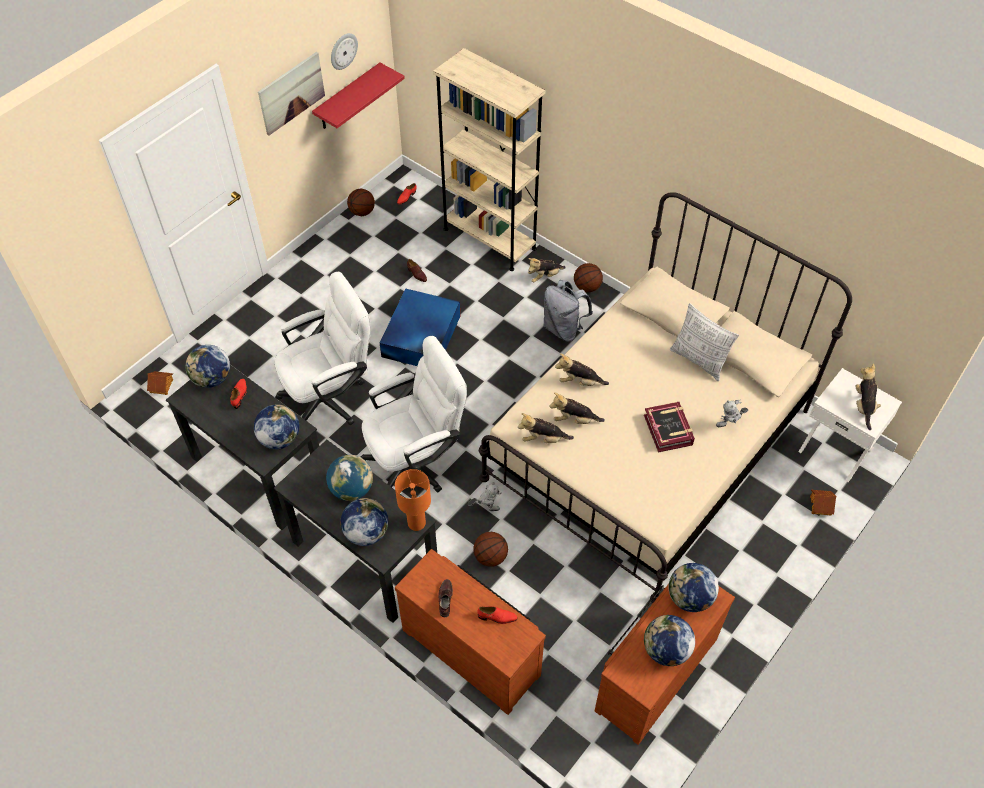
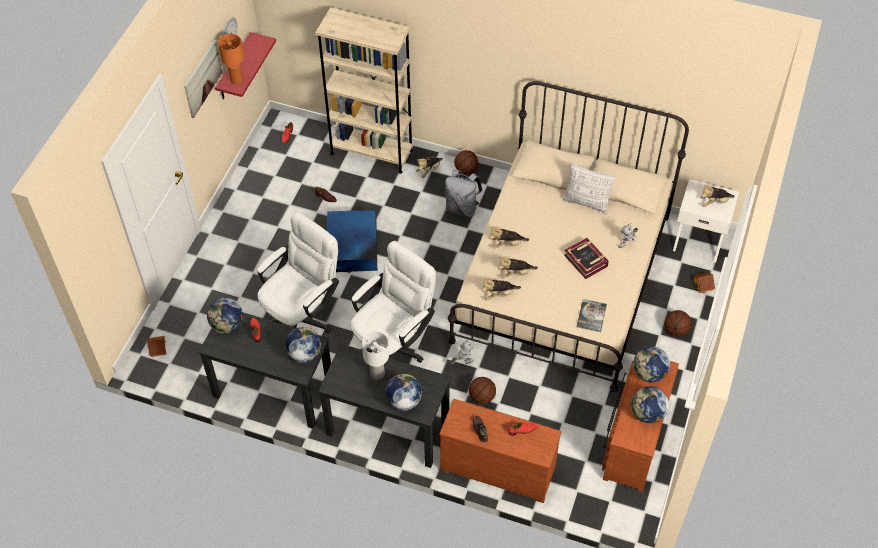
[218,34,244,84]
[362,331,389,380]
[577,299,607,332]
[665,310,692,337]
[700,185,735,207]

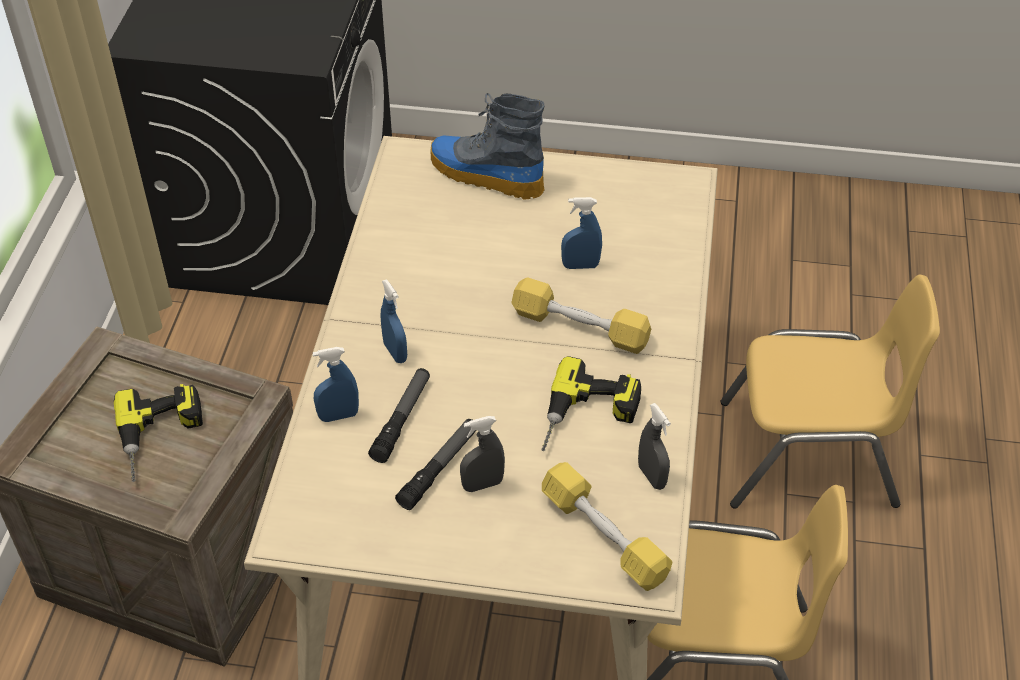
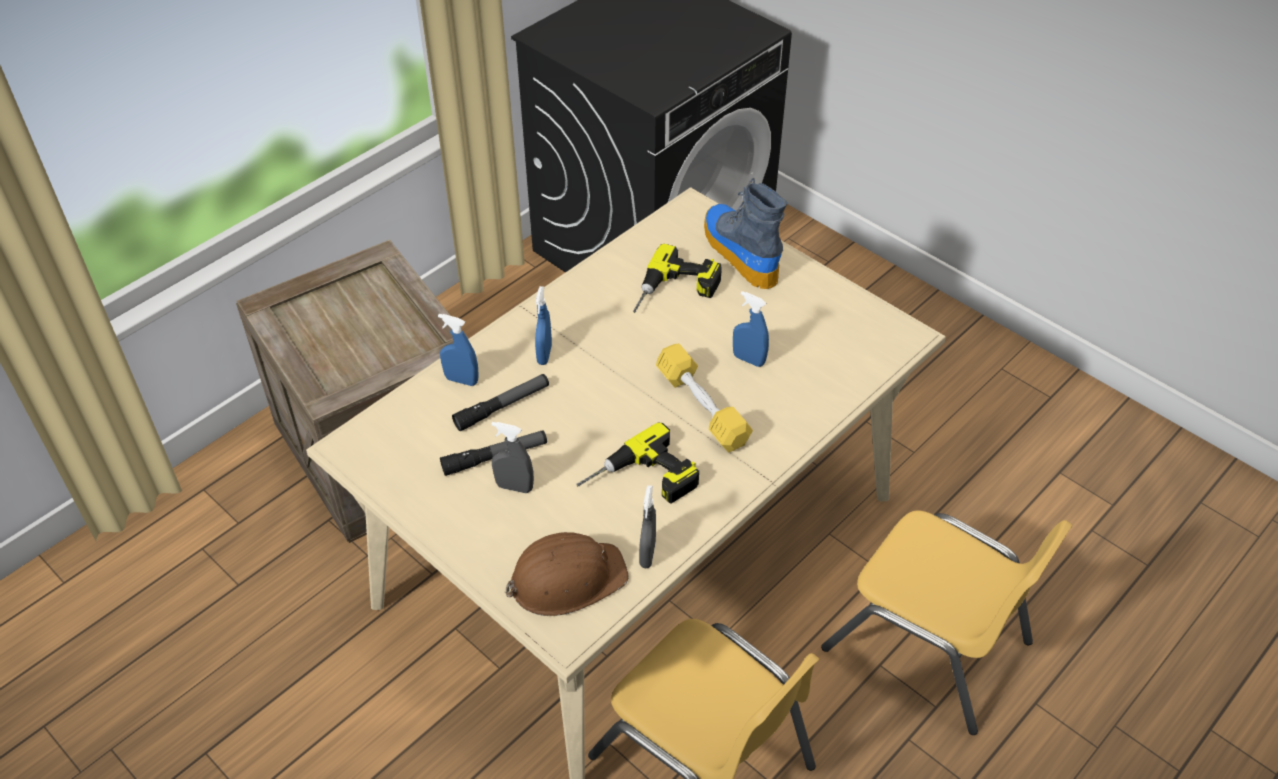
[504,532,629,616]
[633,244,721,313]

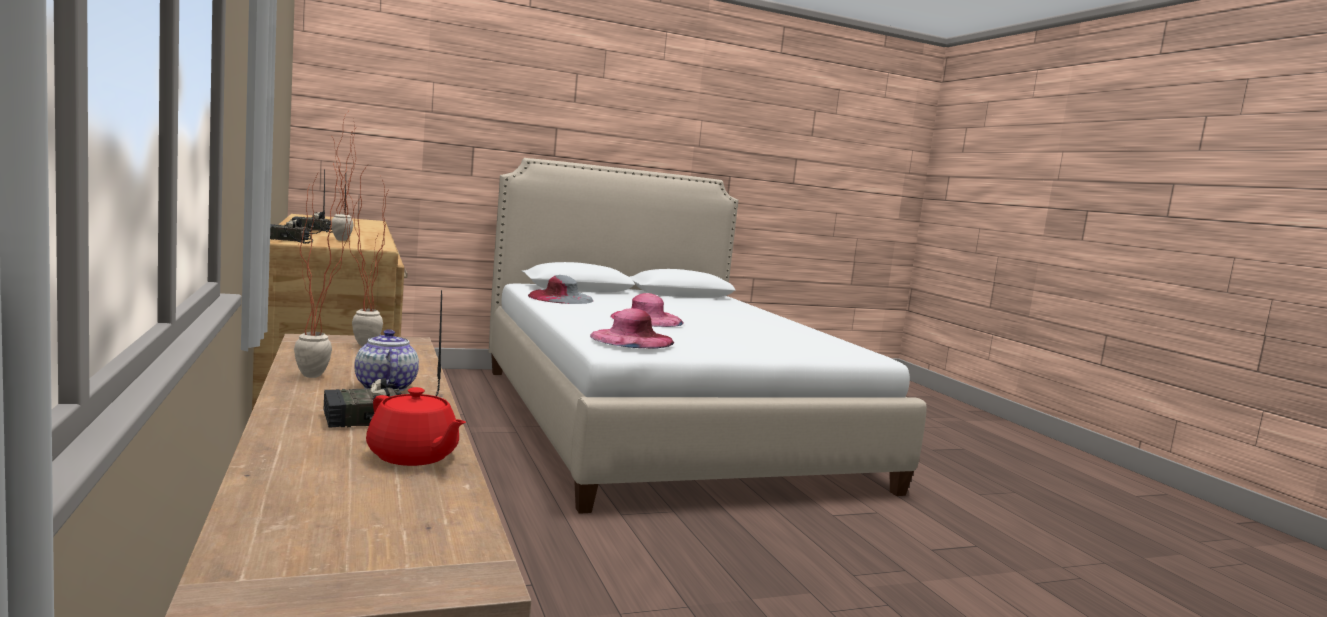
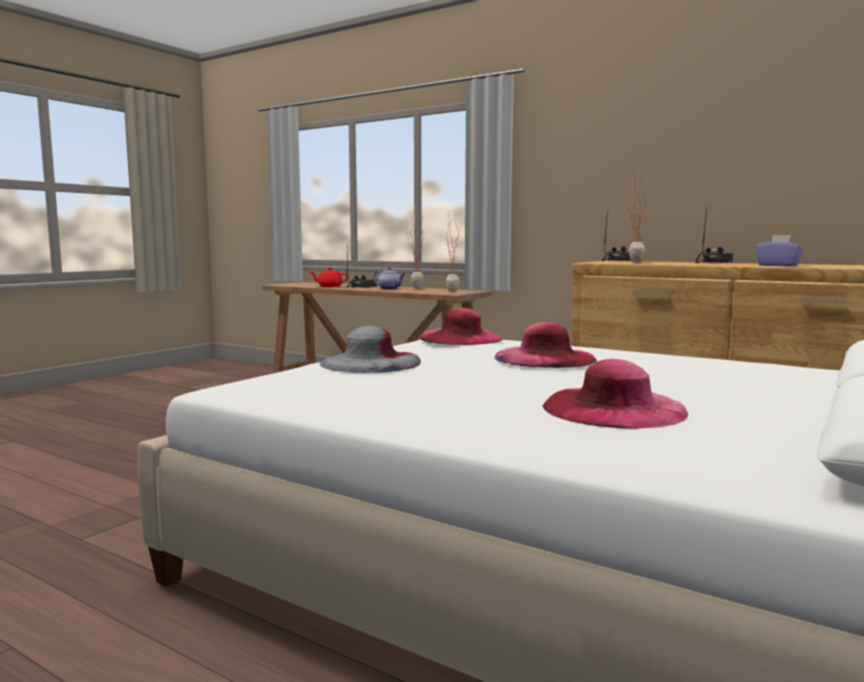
[320,326,421,373]
[543,359,688,429]
[755,235,803,266]

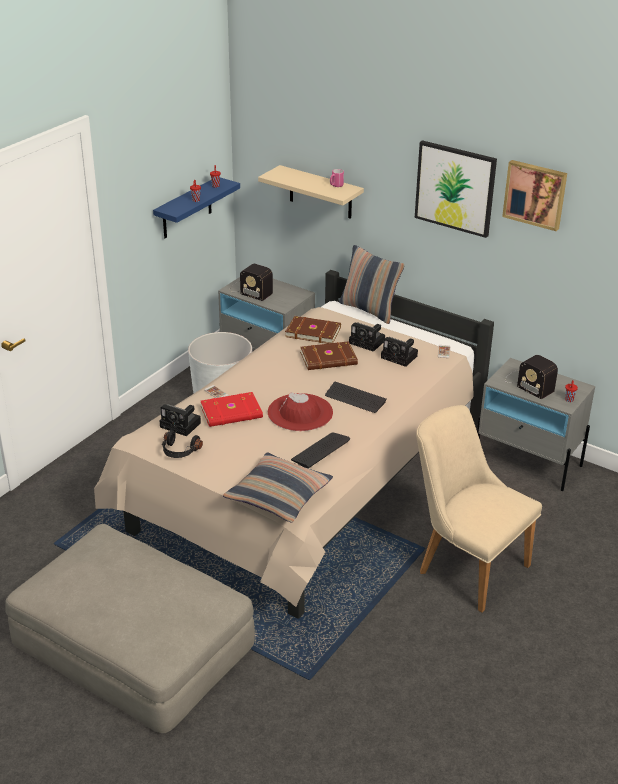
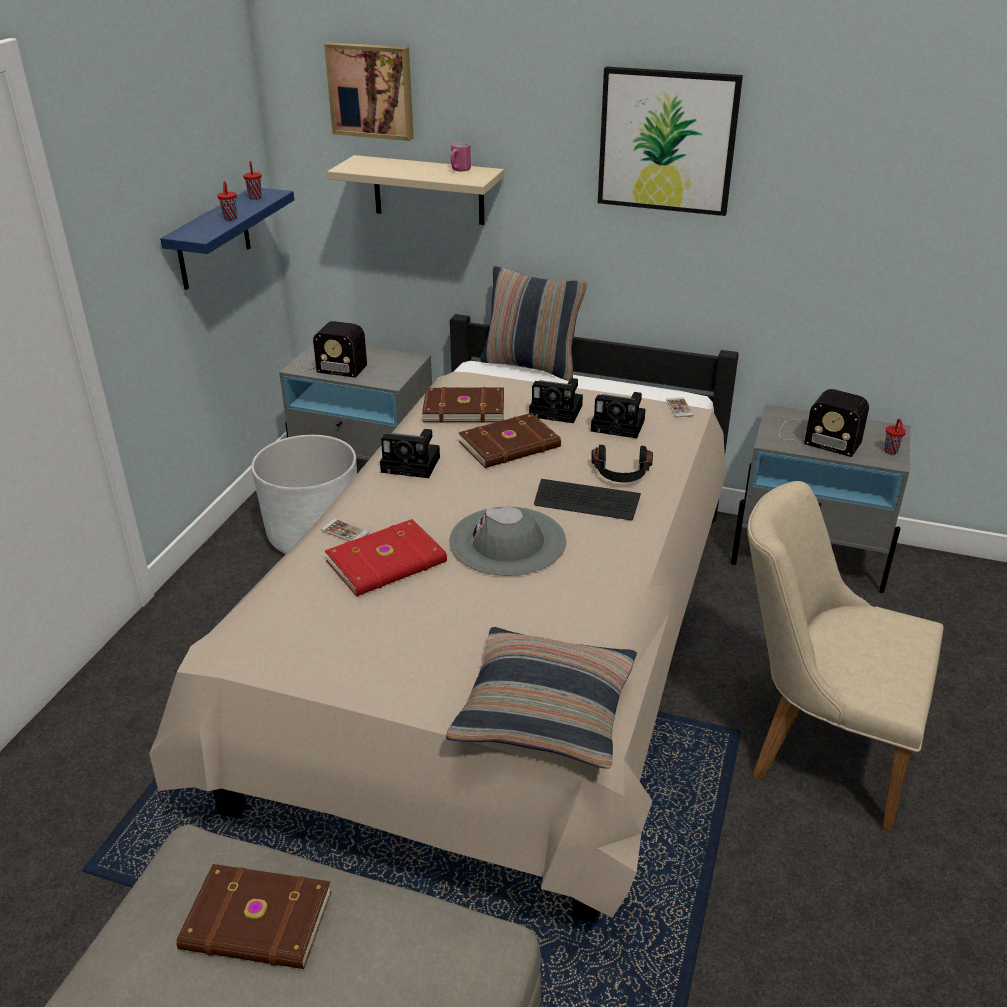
[176,864,332,969]
[324,42,414,141]
[380,429,440,478]
[449,507,566,576]
[591,445,653,482]
[291,433,350,468] (first image)

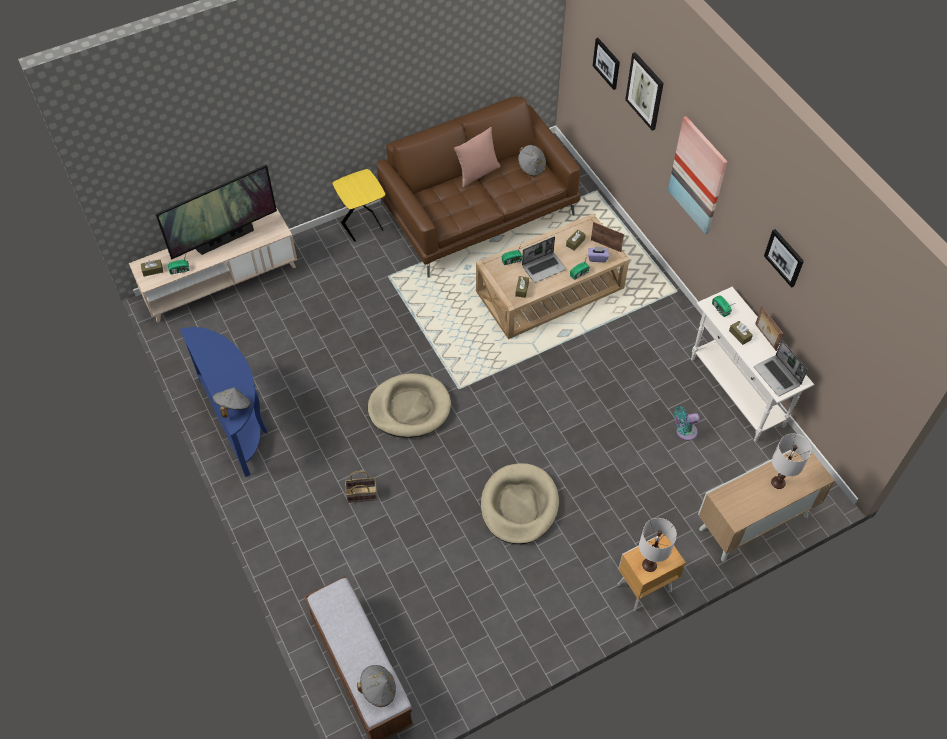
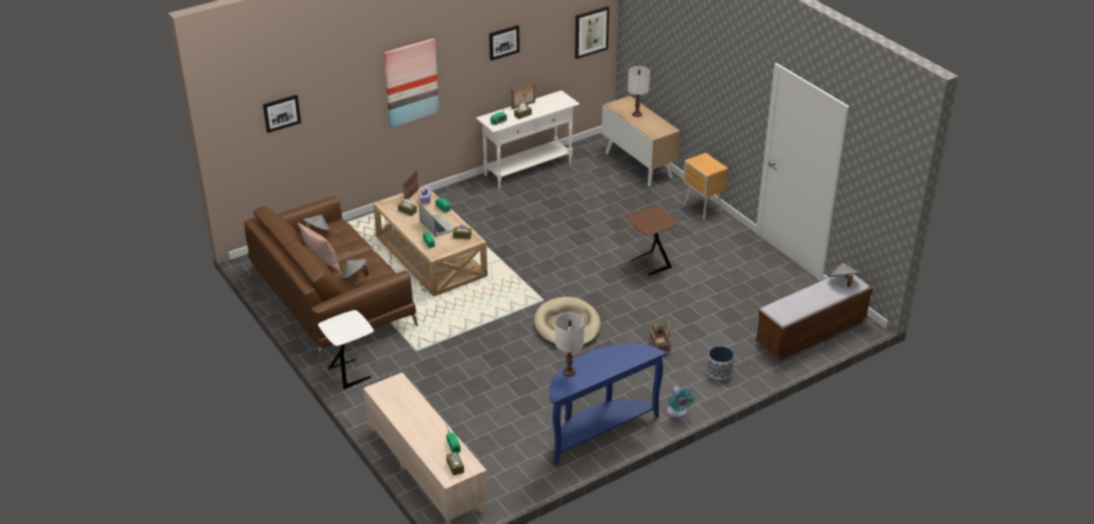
[318,310,374,390]
[342,259,369,280]
[555,313,584,377]
[575,6,609,59]
[627,206,678,276]
[667,386,695,418]
[707,346,734,380]
[156,165,277,259] (first image)
[754,340,808,396] (first image)

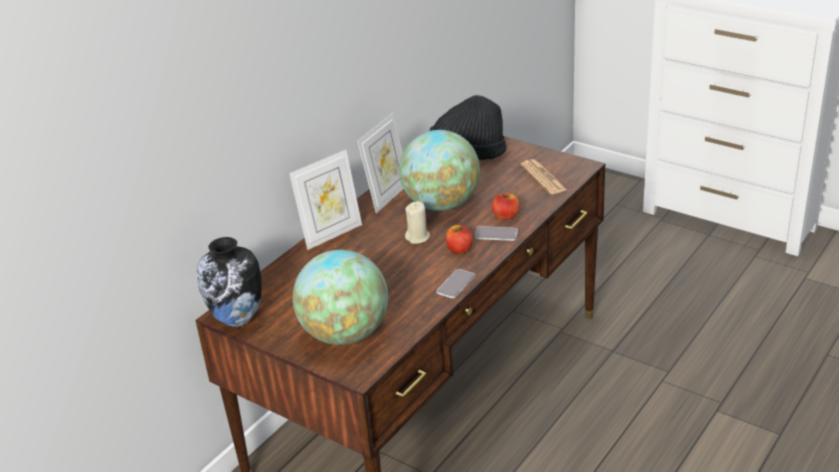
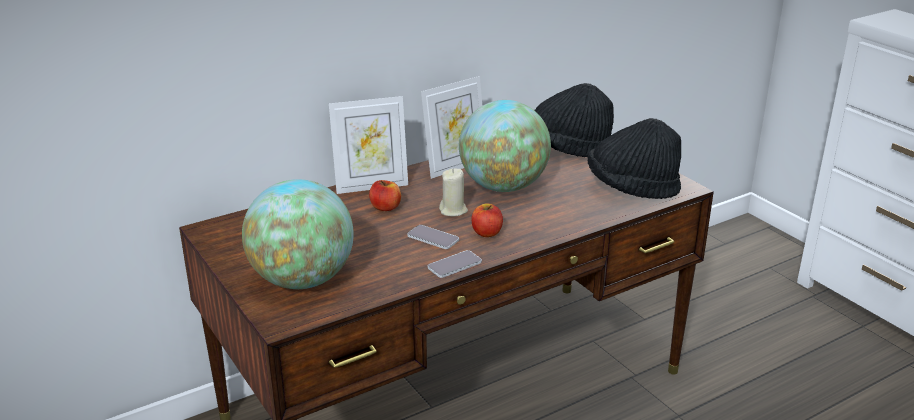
[369,180,401,211]
[407,225,459,249]
[588,118,681,199]
[197,237,262,327] (first image)

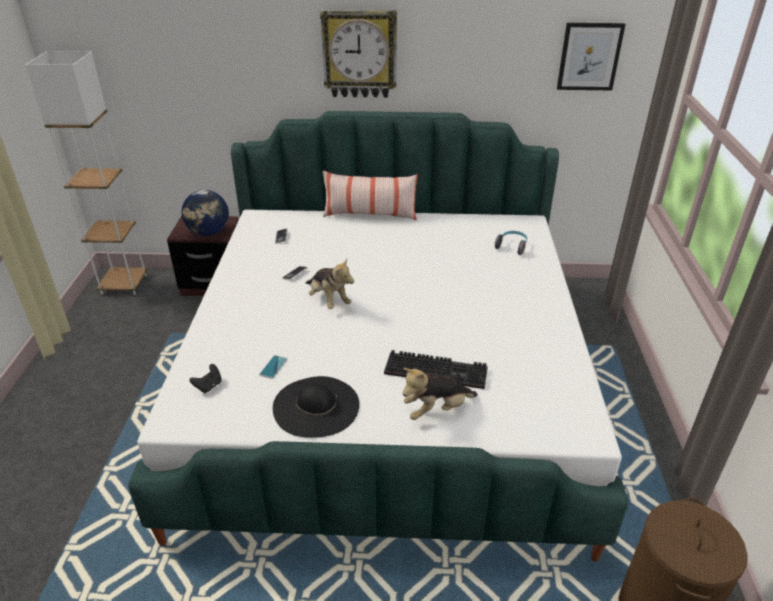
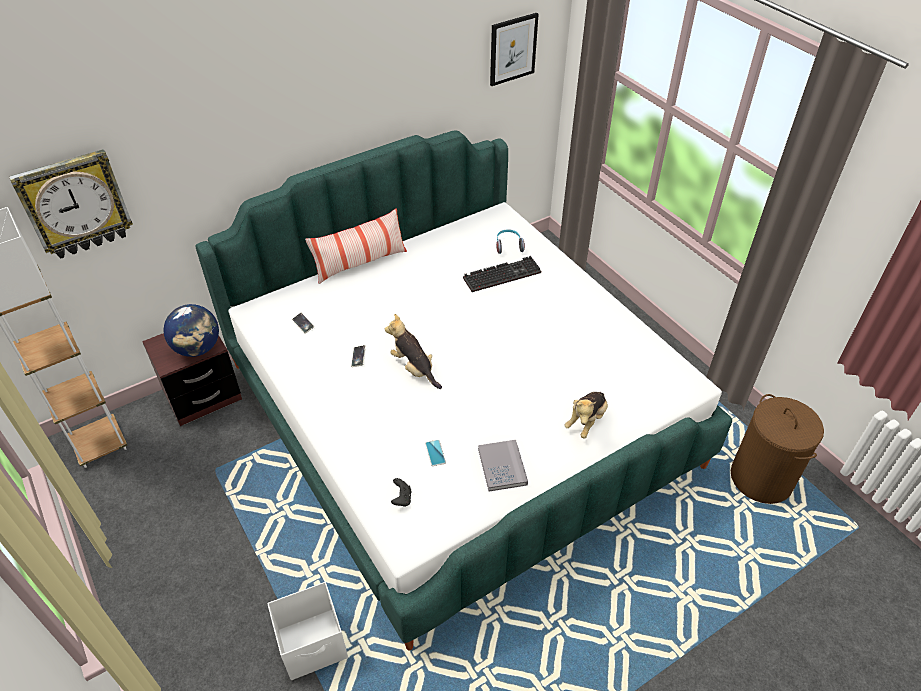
[9,149,133,259]
[267,582,348,680]
[385,314,442,389]
[463,256,541,292]
[478,440,528,491]

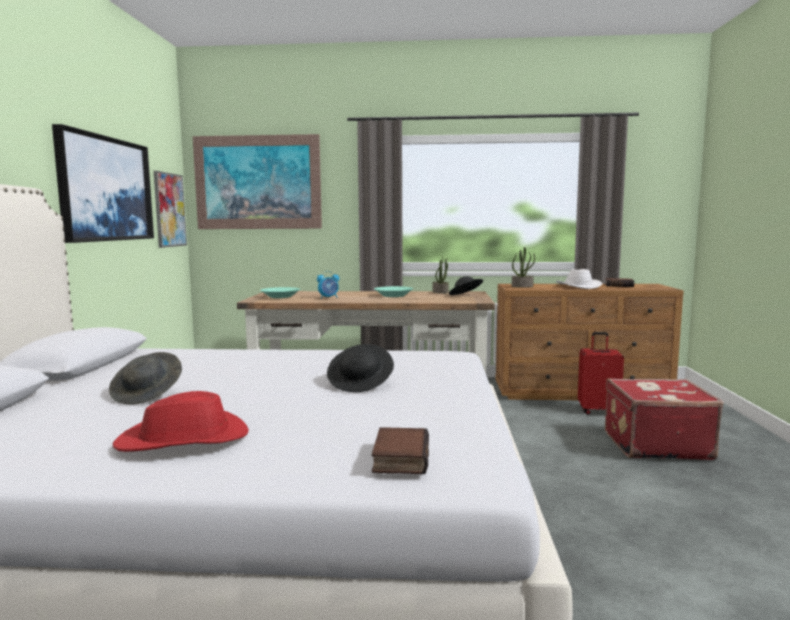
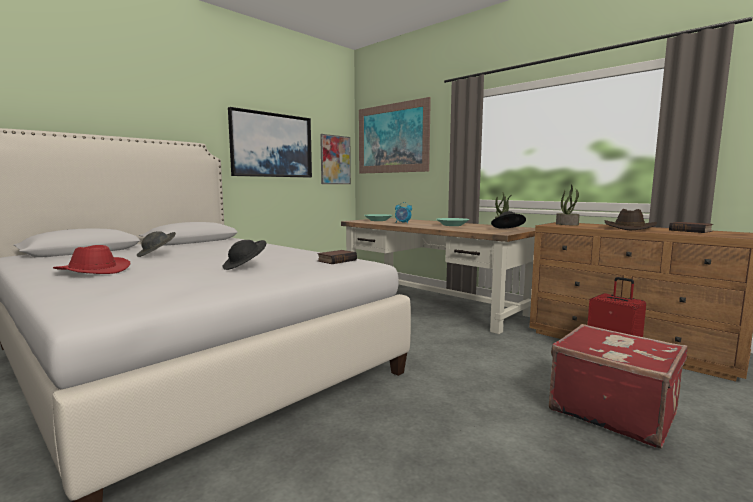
[317,250,357,264]
[605,209,657,230]

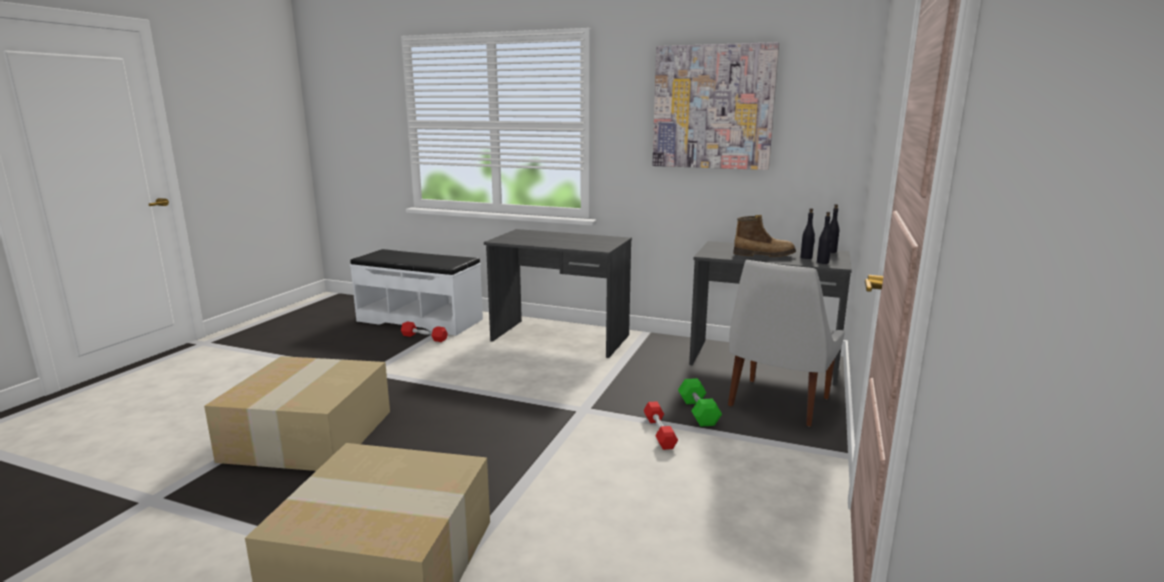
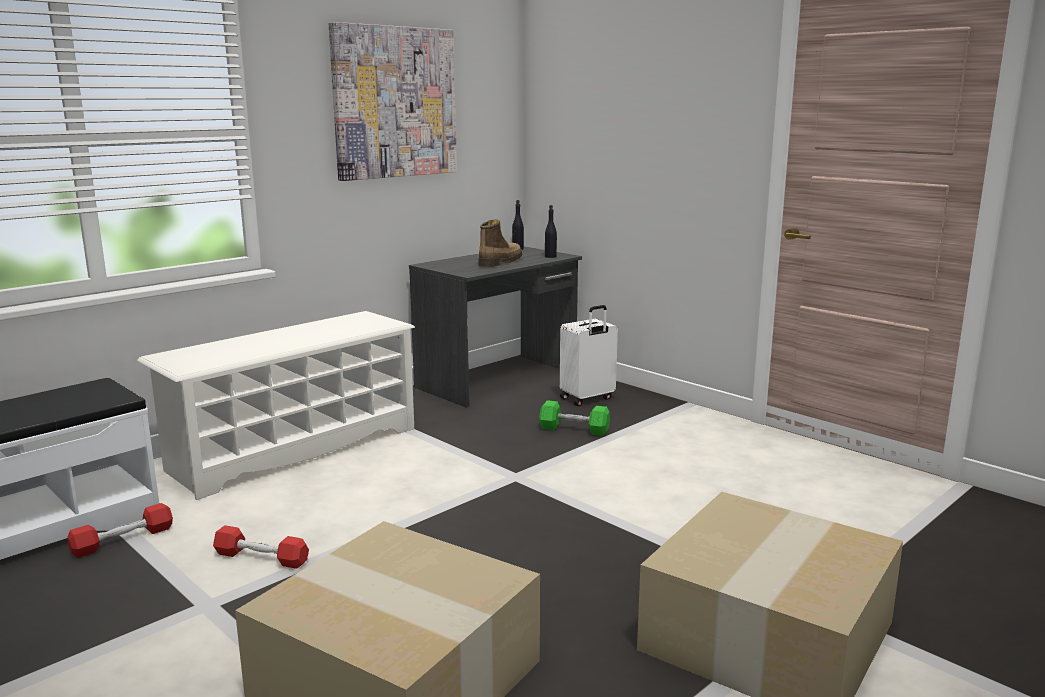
[137,311,415,500]
[213,525,309,569]
[560,305,618,406]
[800,208,815,259] (first image)

